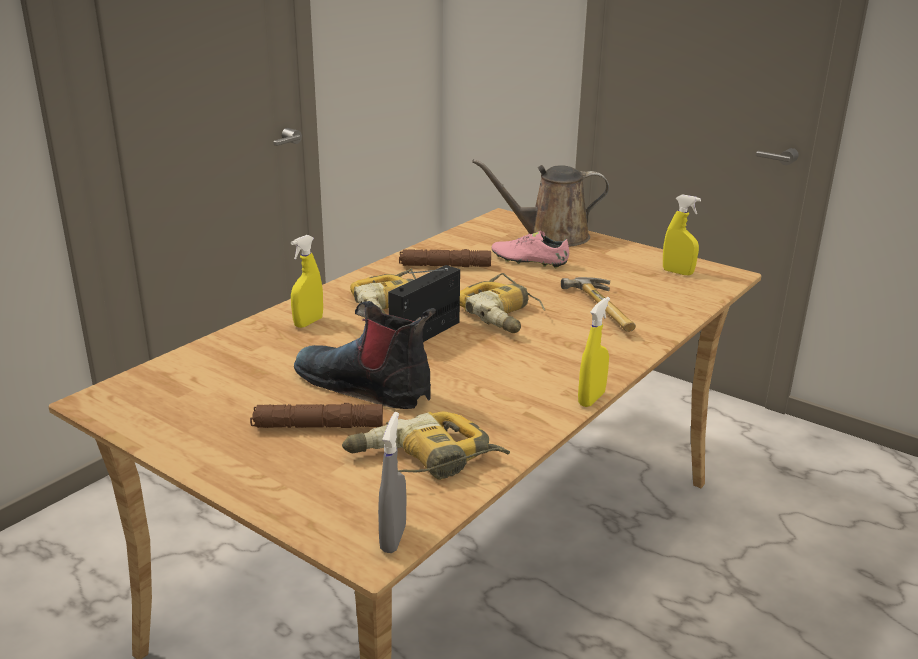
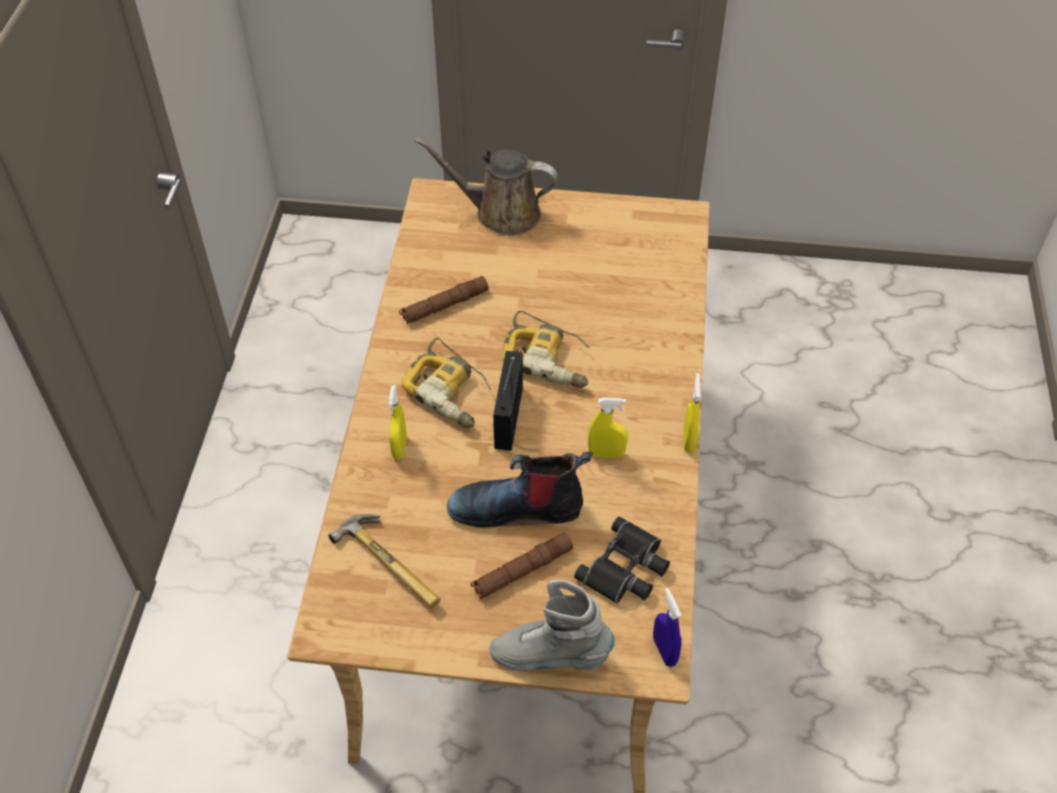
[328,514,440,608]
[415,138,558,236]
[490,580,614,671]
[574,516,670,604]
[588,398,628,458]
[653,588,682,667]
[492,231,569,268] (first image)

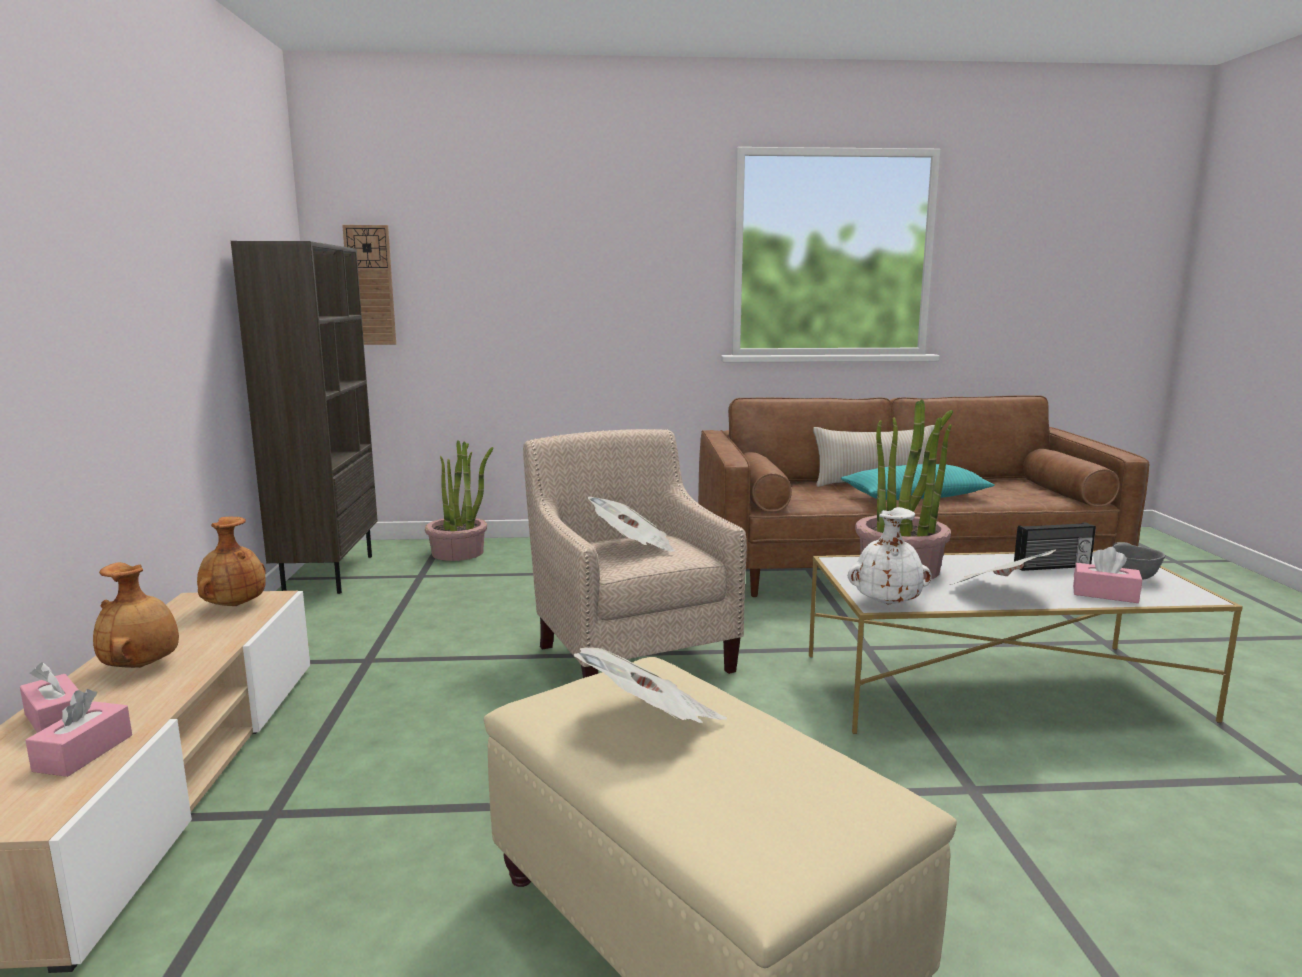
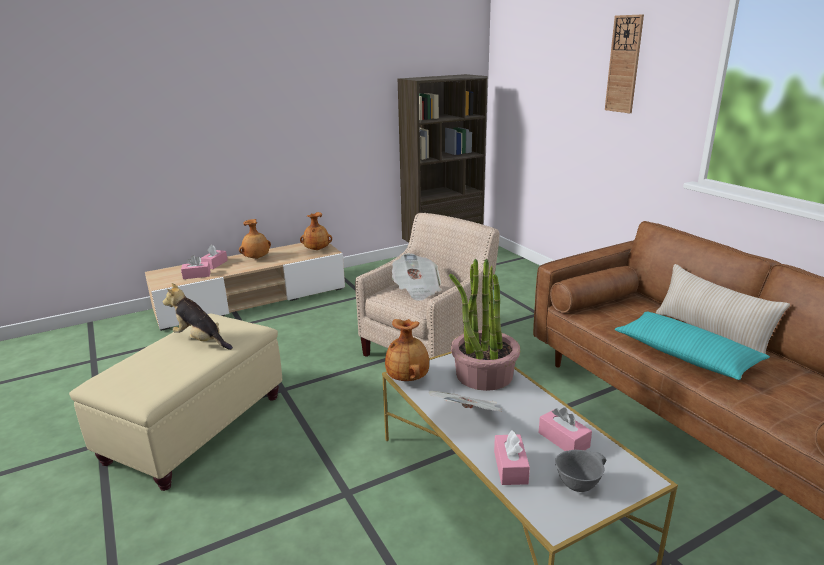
[163,283,233,350]
[385,319,429,381]
[539,407,592,451]
[605,14,644,113]
[425,440,493,561] (first image)

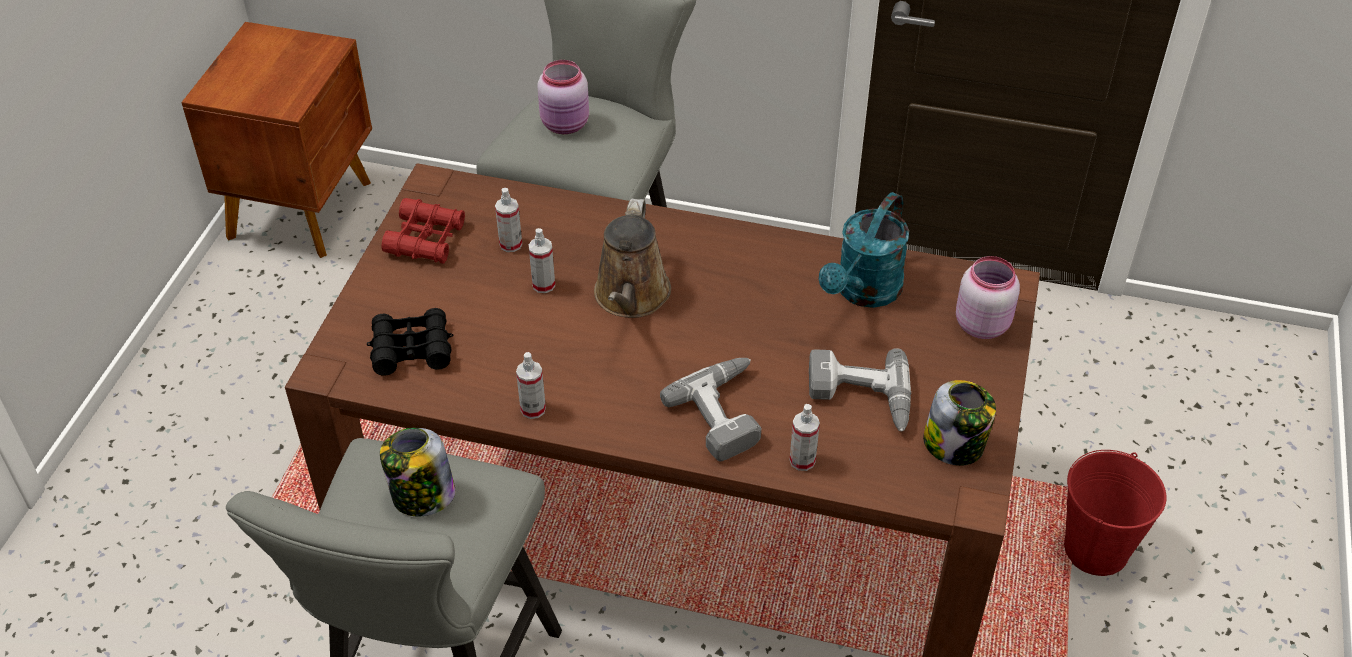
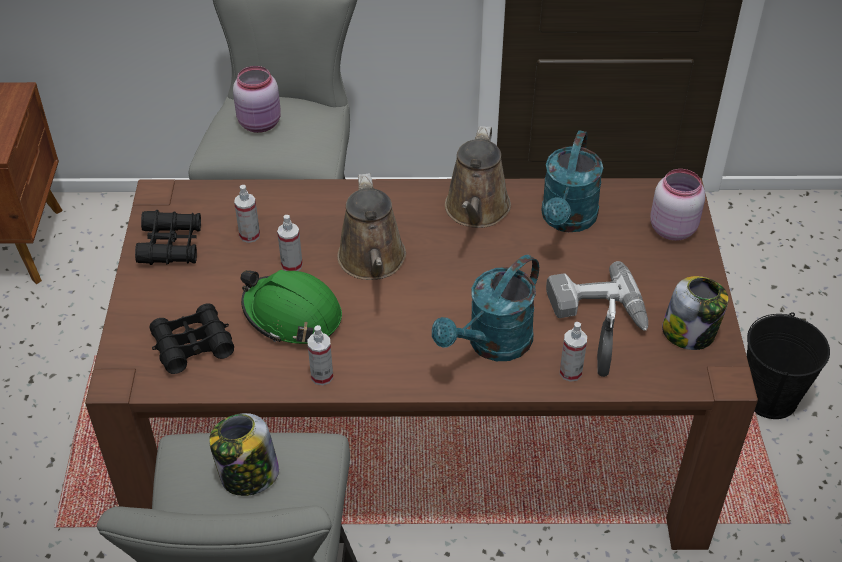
[135,210,201,265]
[241,270,342,344]
[432,255,539,361]
[445,126,511,228]
[597,299,616,377]
[747,312,830,419]

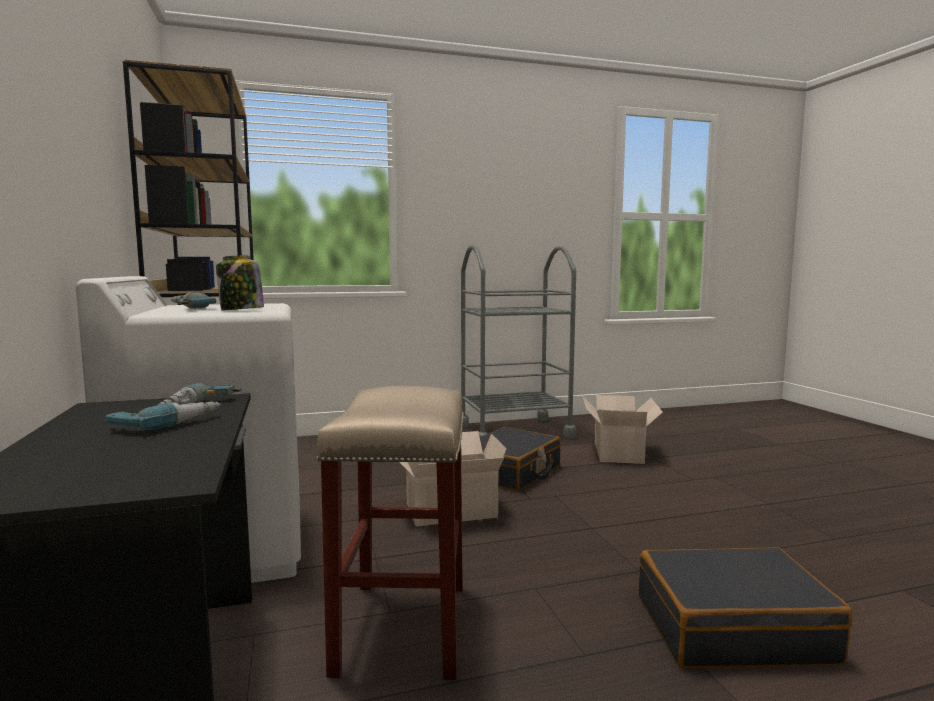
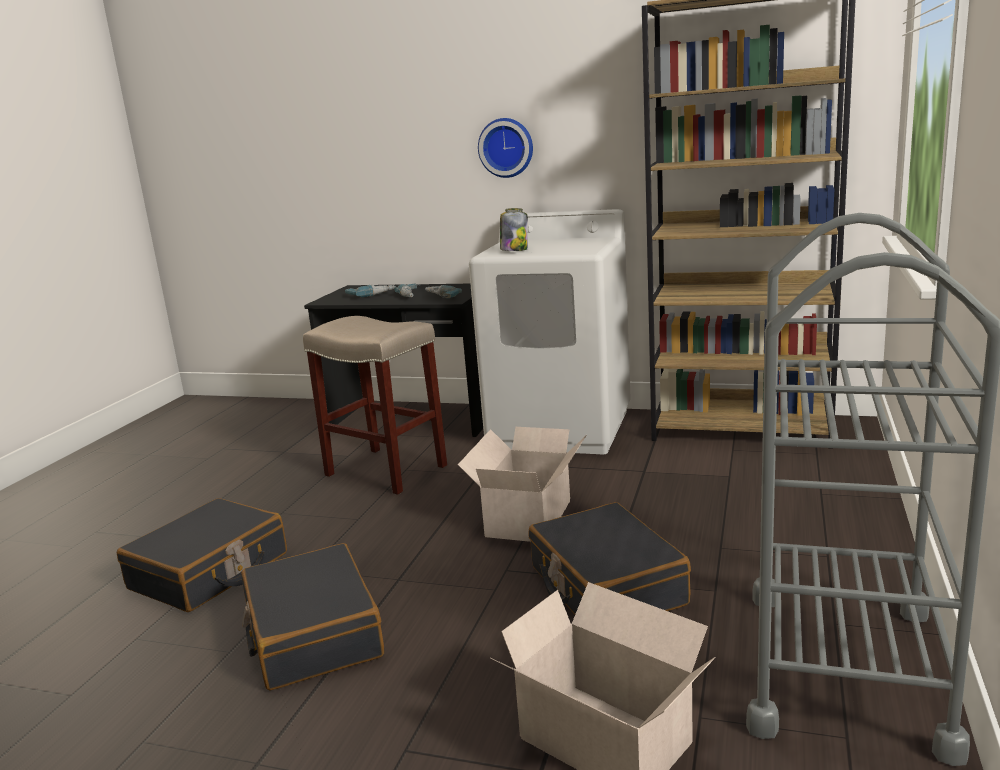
[241,543,384,691]
[345,285,396,297]
[478,118,533,178]

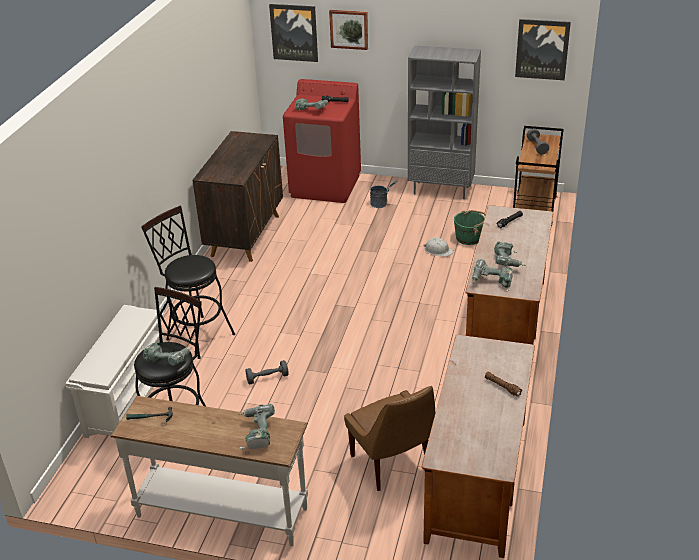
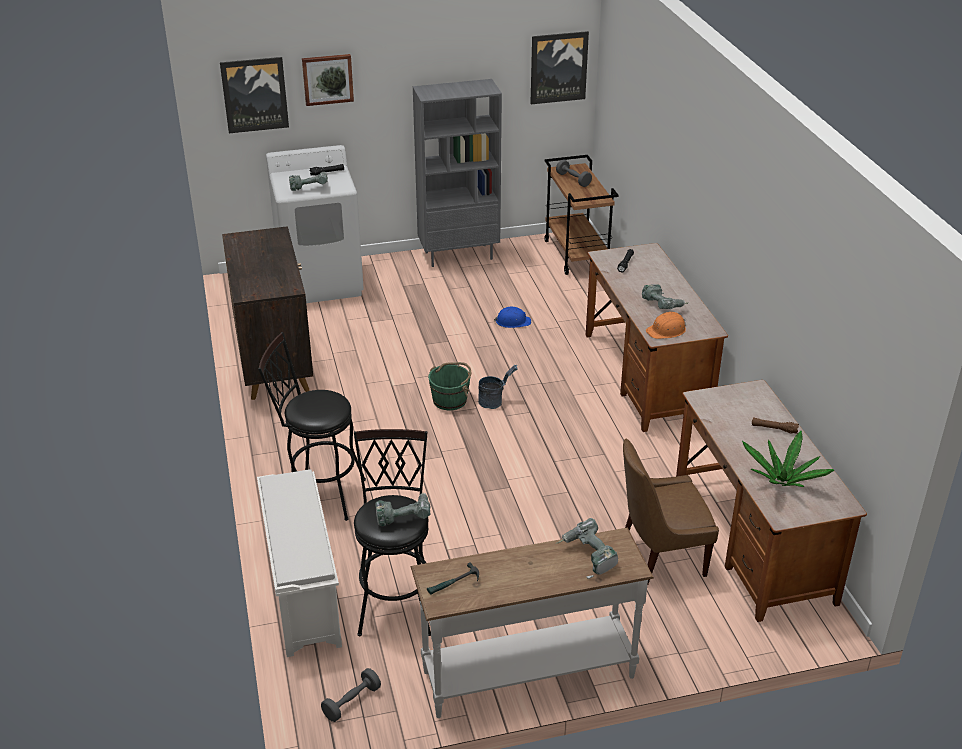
[266,145,364,303]
[321,668,381,722]
[428,362,471,410]
[478,365,517,409]
[494,307,531,328]
[623,438,719,584]
[646,312,686,339]
[742,431,834,487]

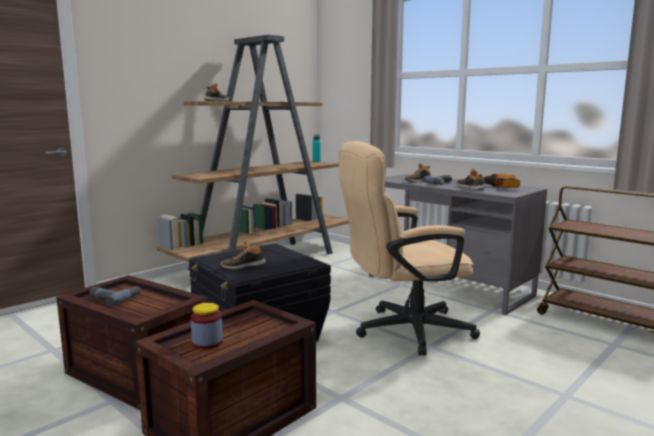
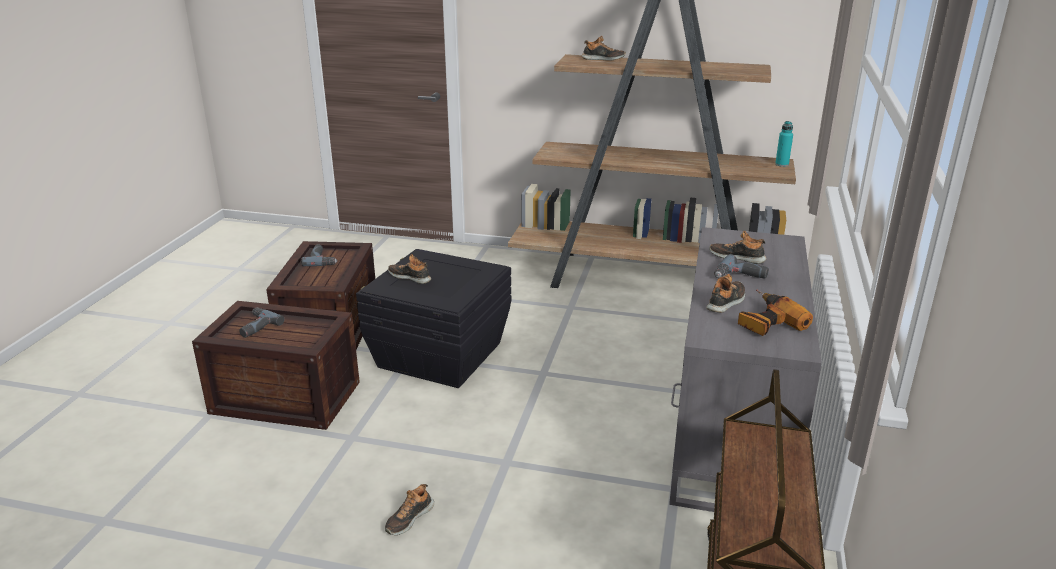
[239,307,285,338]
[385,484,434,535]
[339,141,480,356] (first image)

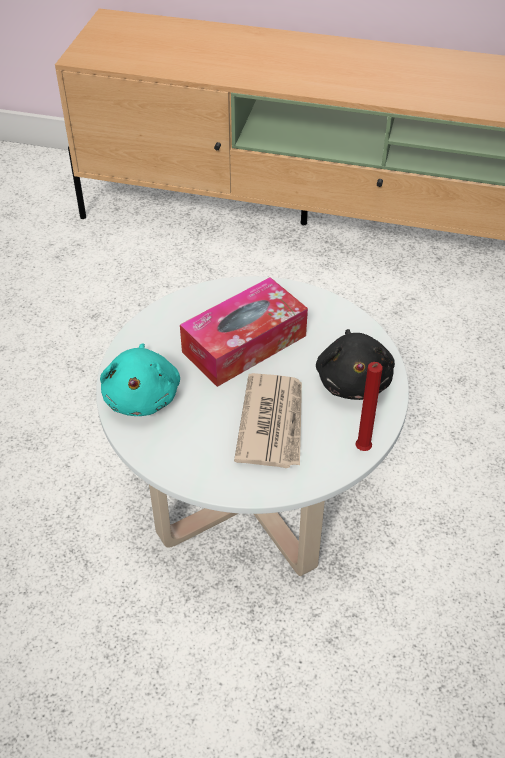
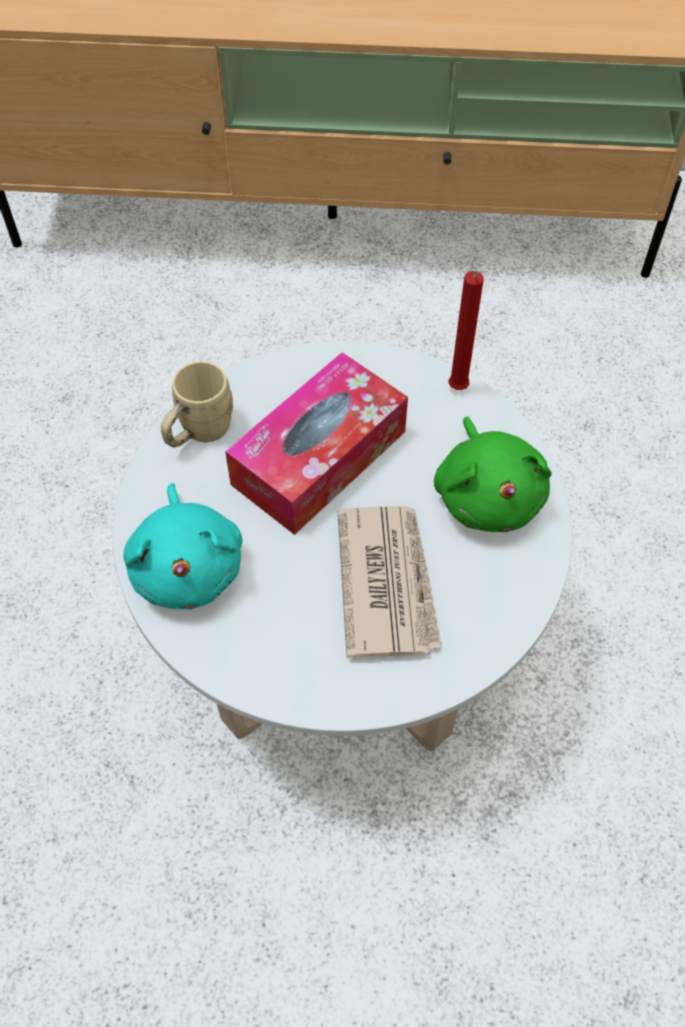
[161,361,233,448]
[434,417,552,532]
[448,271,484,390]

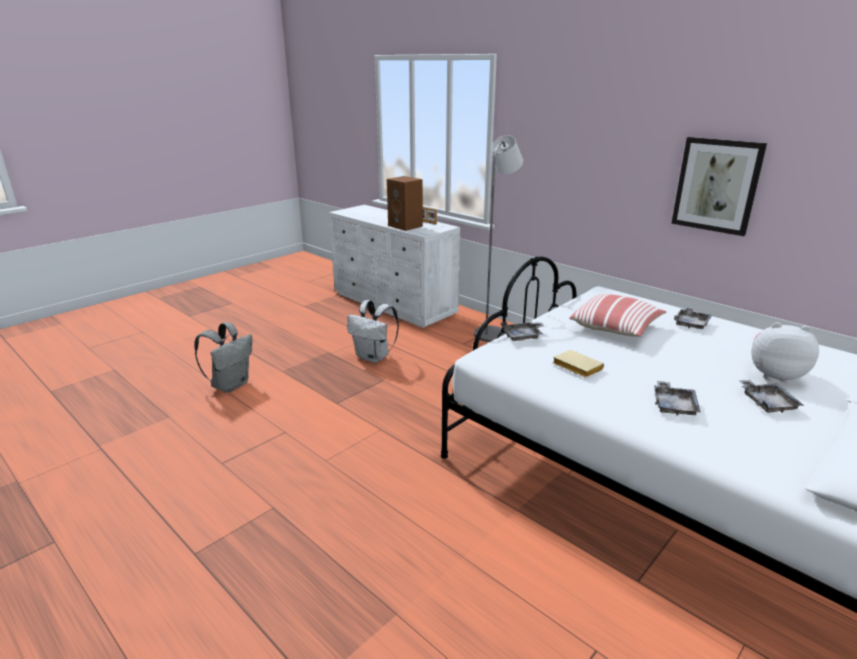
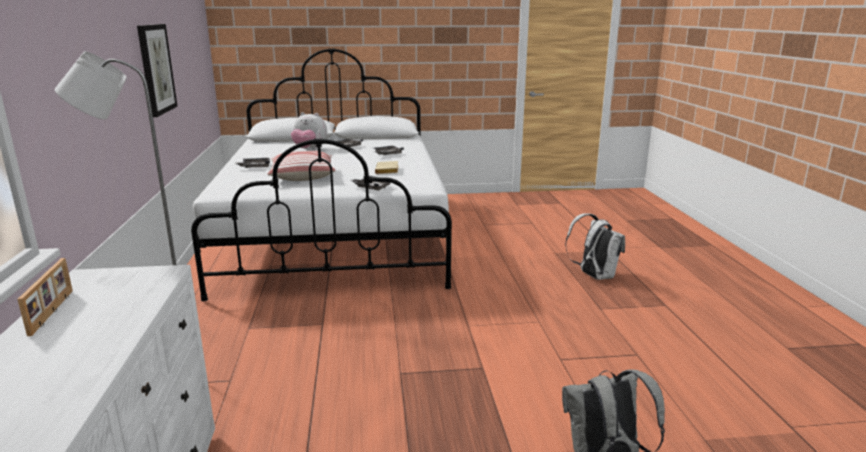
[291,112,327,149]
[565,213,625,280]
[387,176,423,231] (first image)

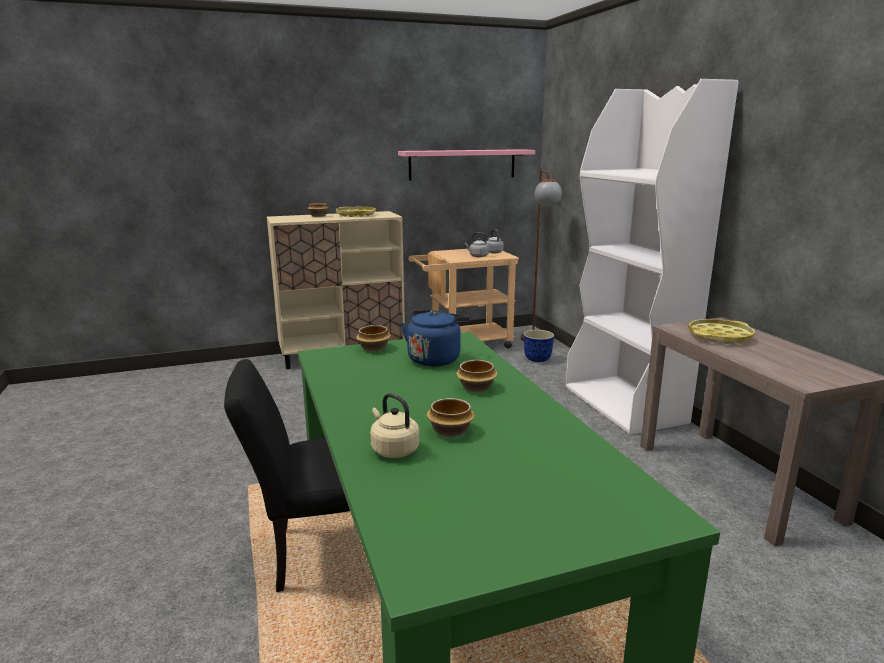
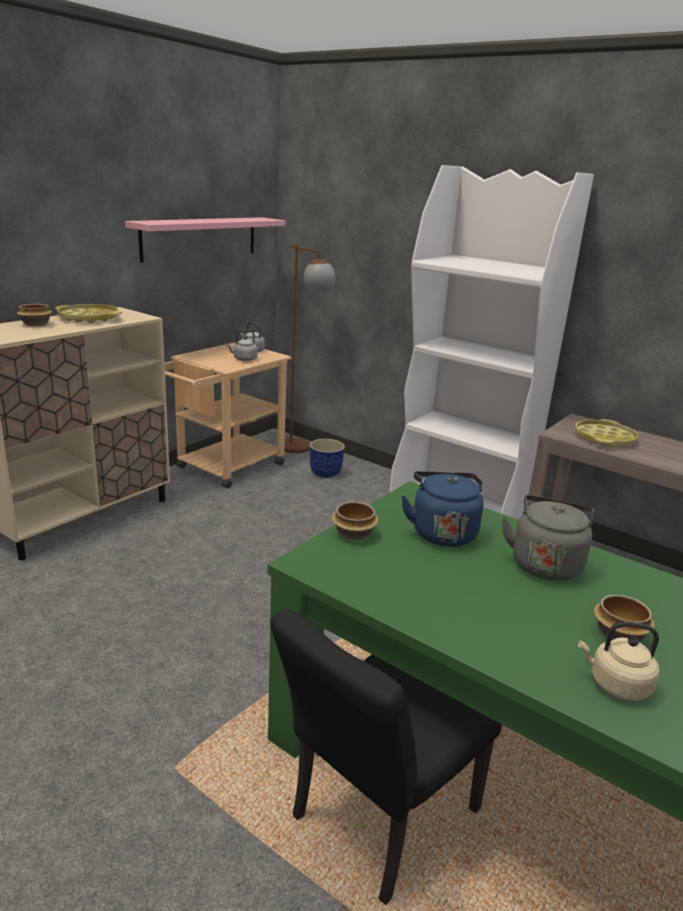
[502,495,594,581]

